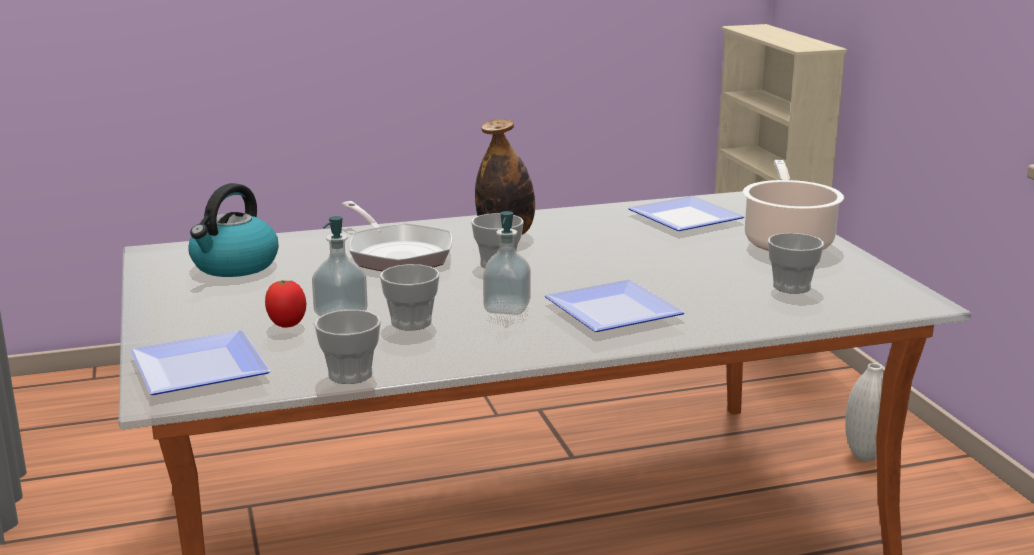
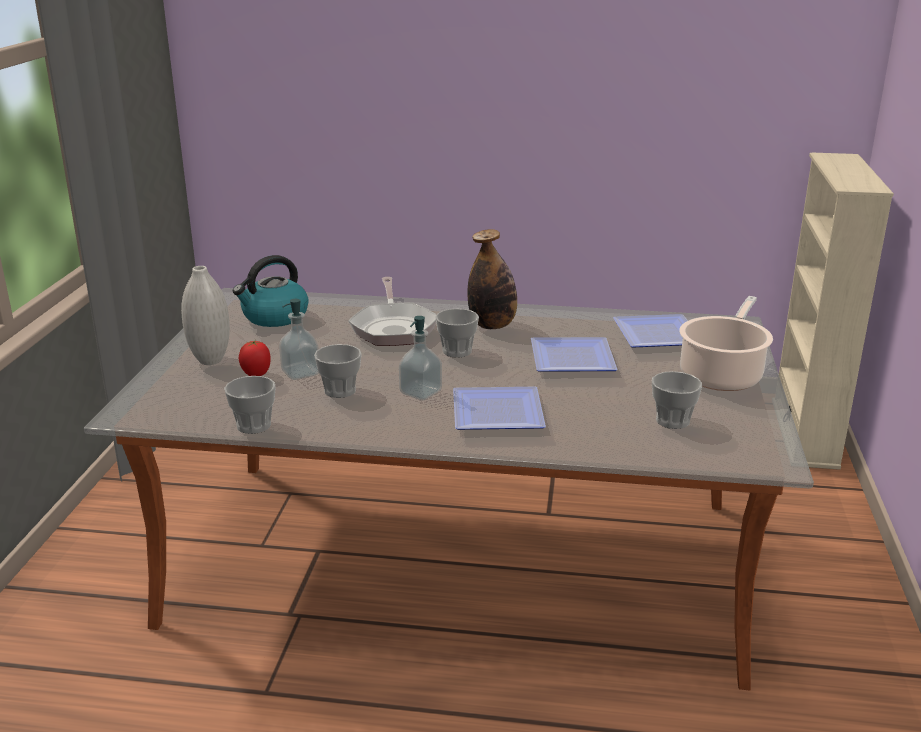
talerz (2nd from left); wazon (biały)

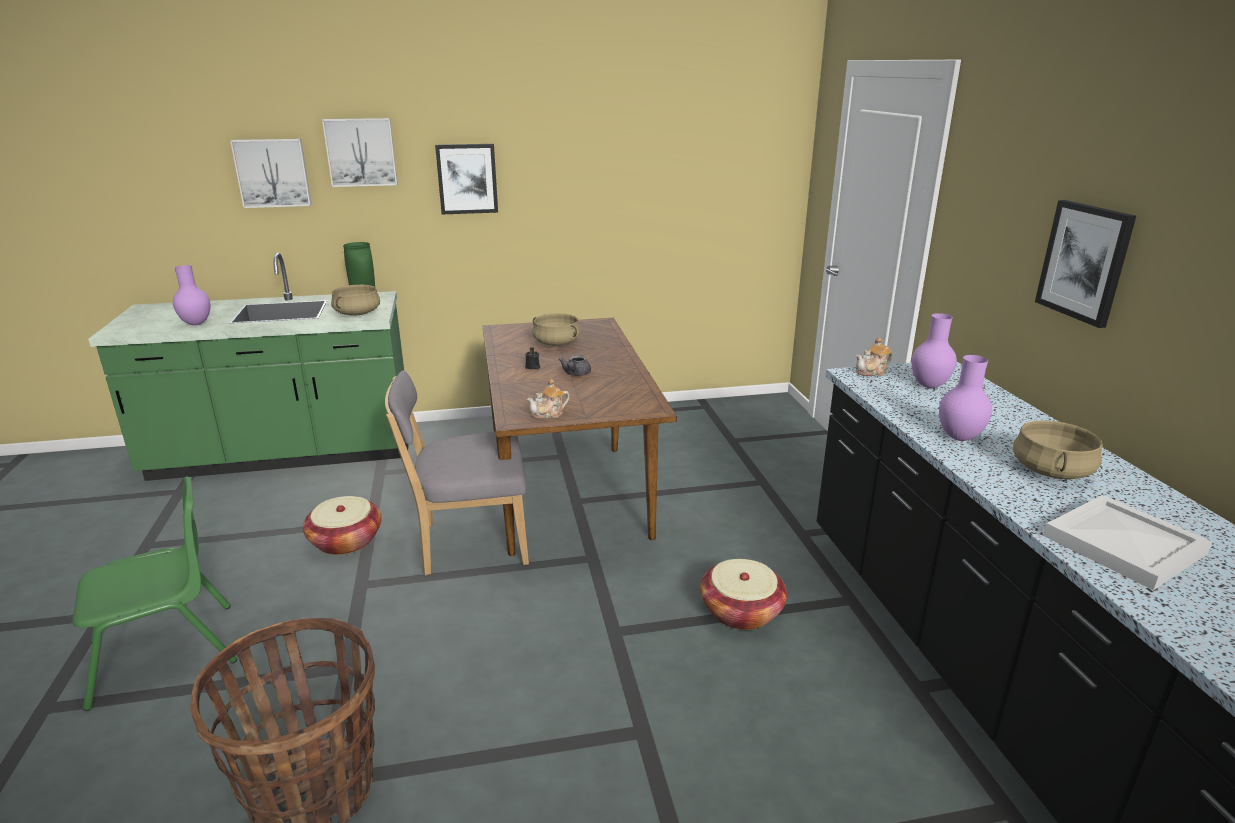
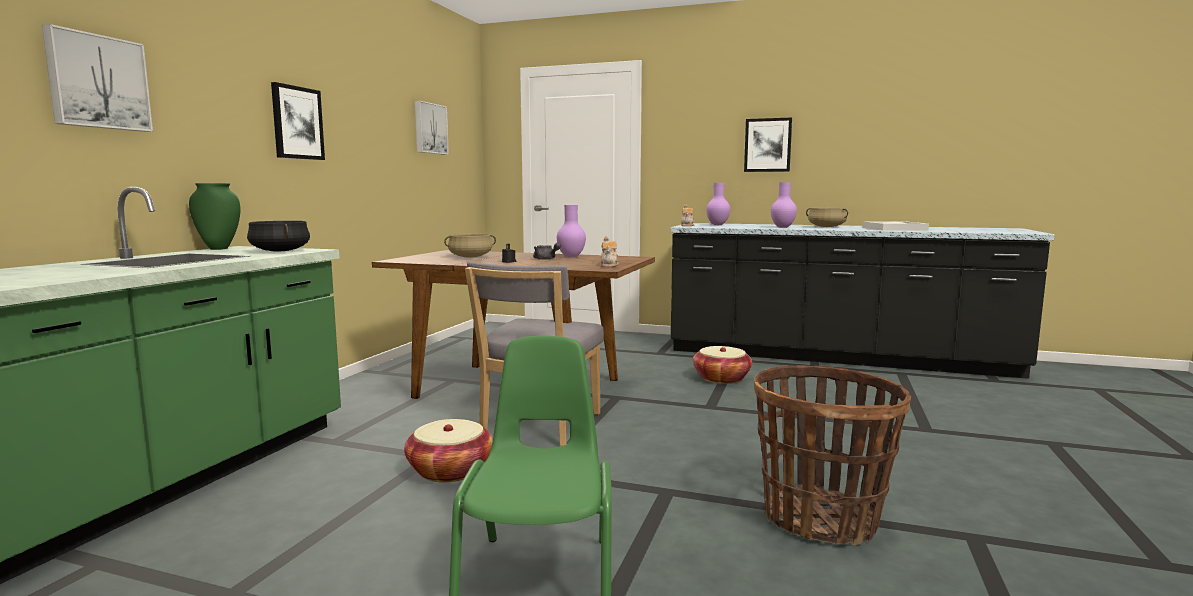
wazon (fioletowy) (1st from left); obraz (3rd from left); garnek (czarny)

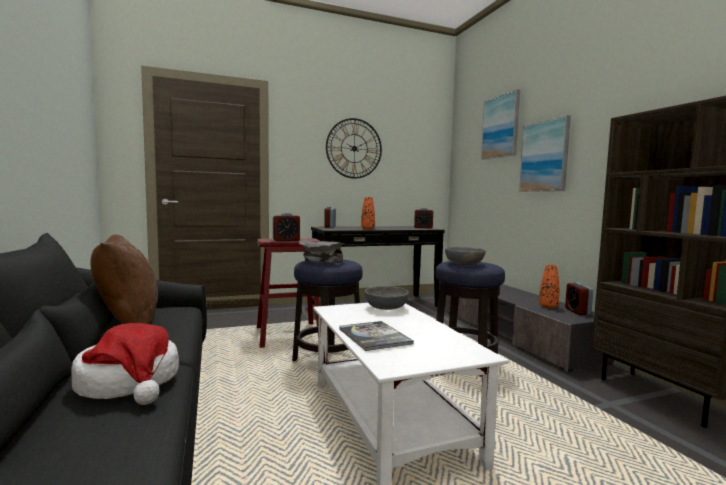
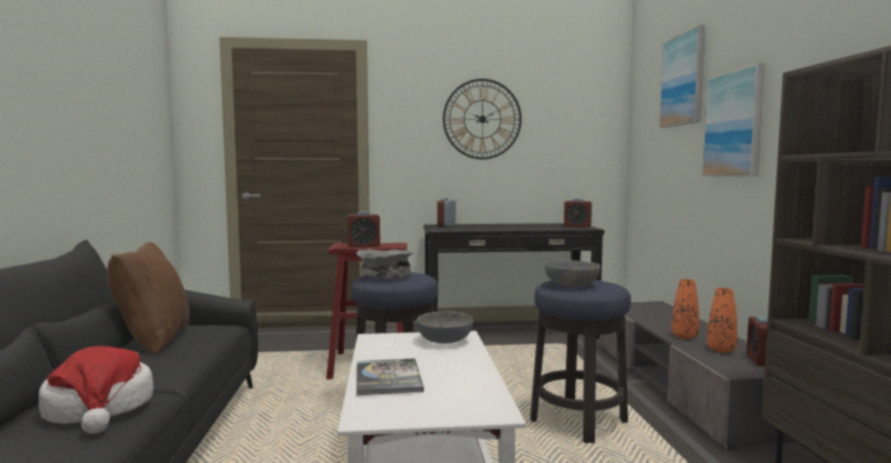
wazon (pomarańczowy) (1st from left)

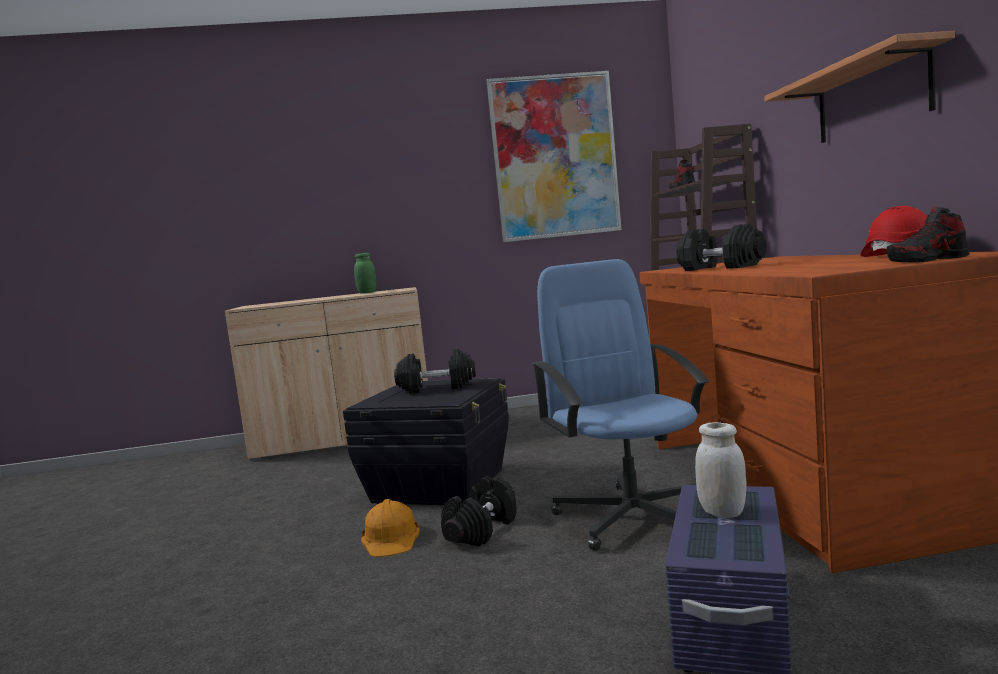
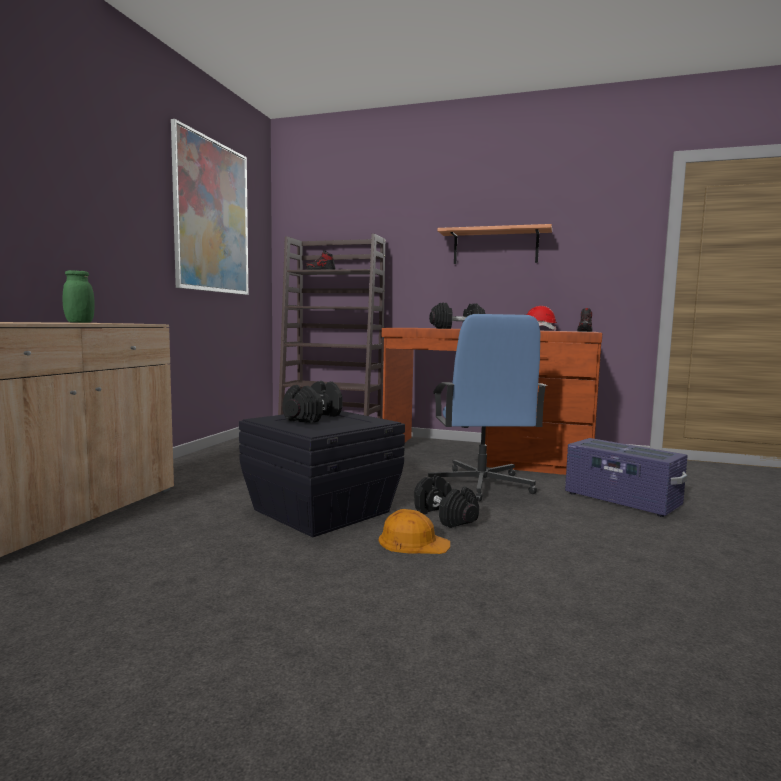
słoik (biały); krzesło biurowe (niebieski)

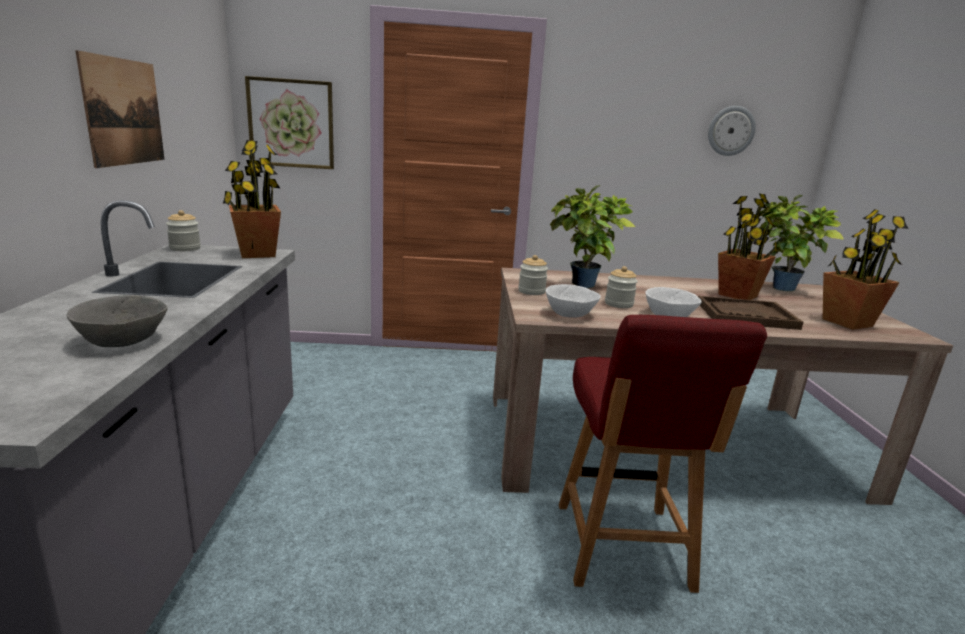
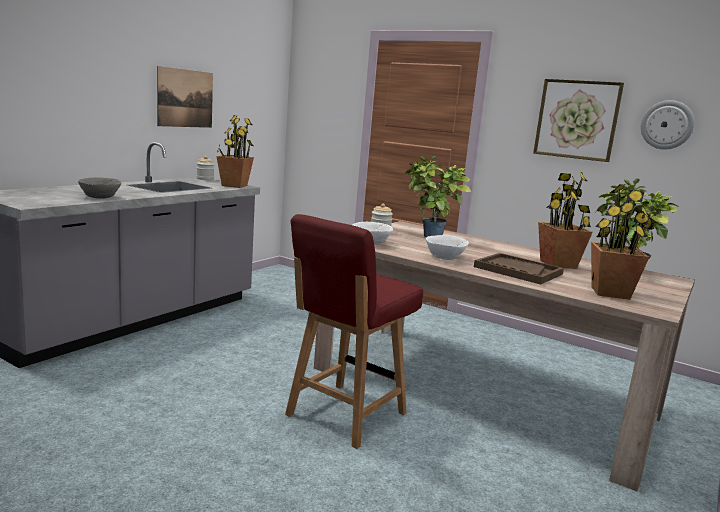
słoik (3rd from left in the first image); obraz (2nd from left)

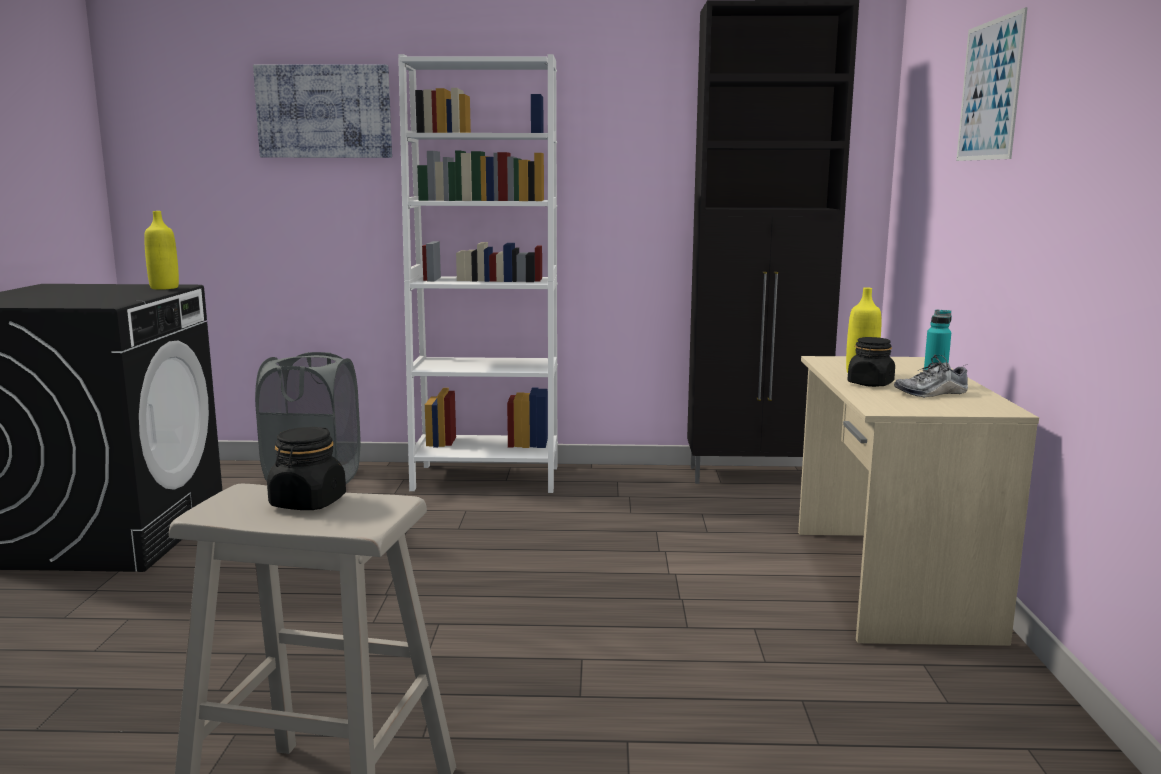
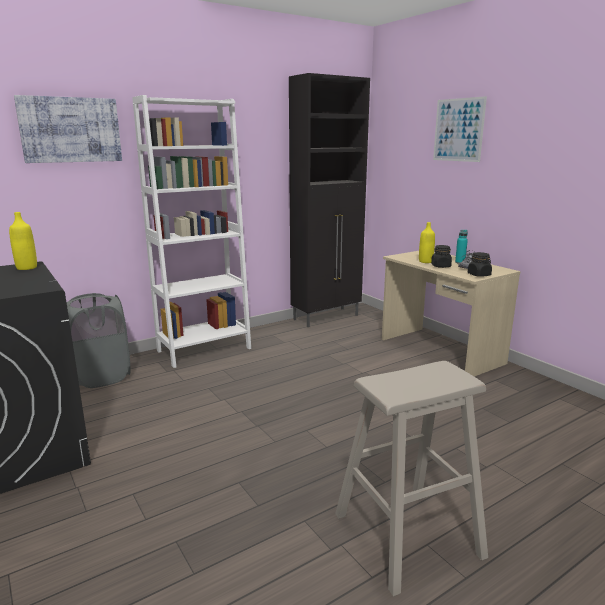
słoik (czarny) (2nd from left)

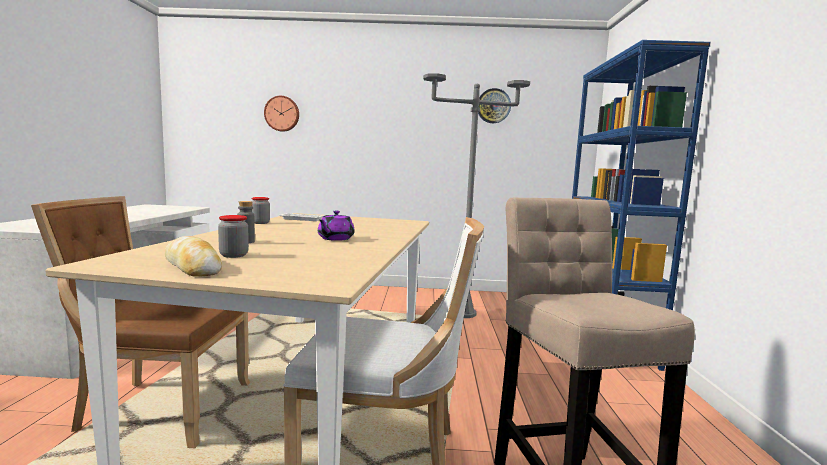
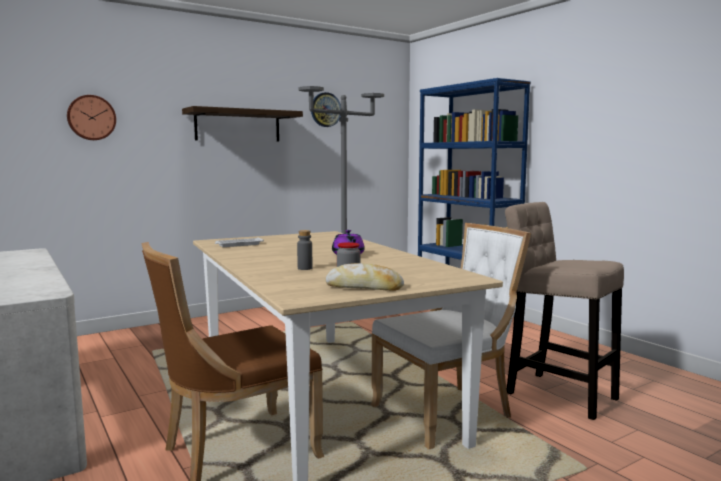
słoik (2nd from left in the first image); półka

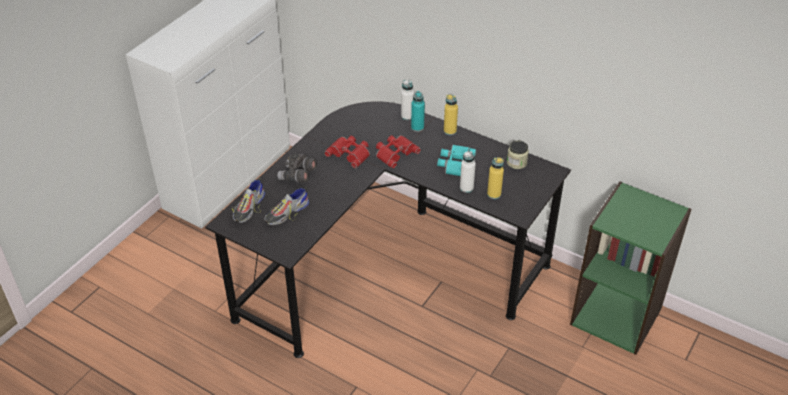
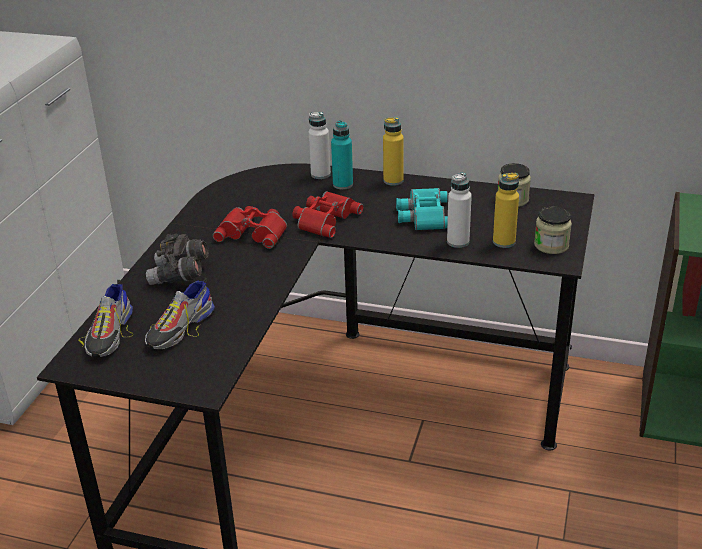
słoik (2nd from left)

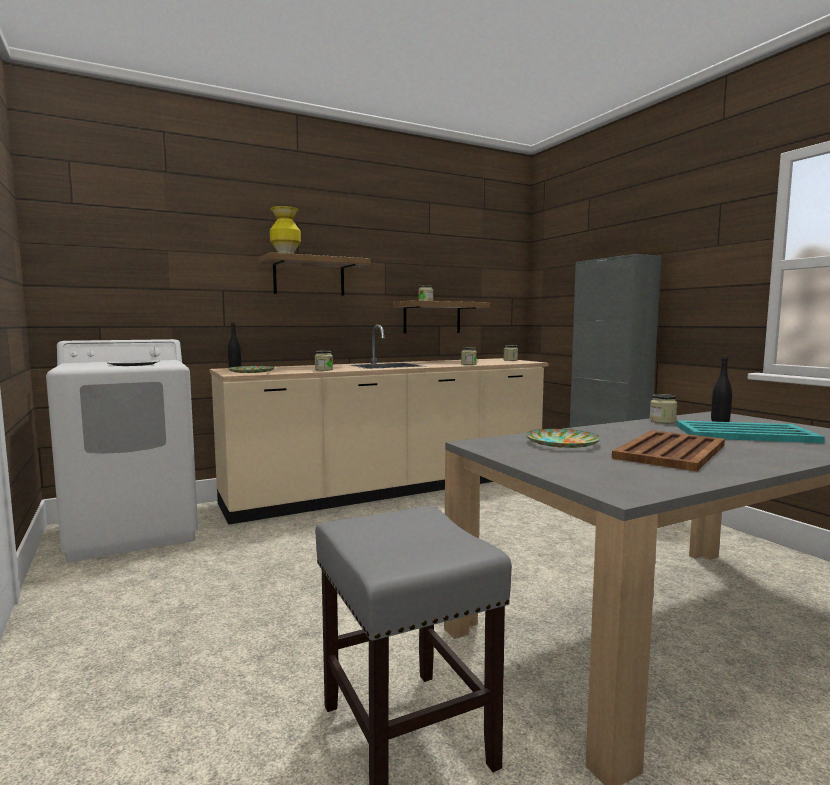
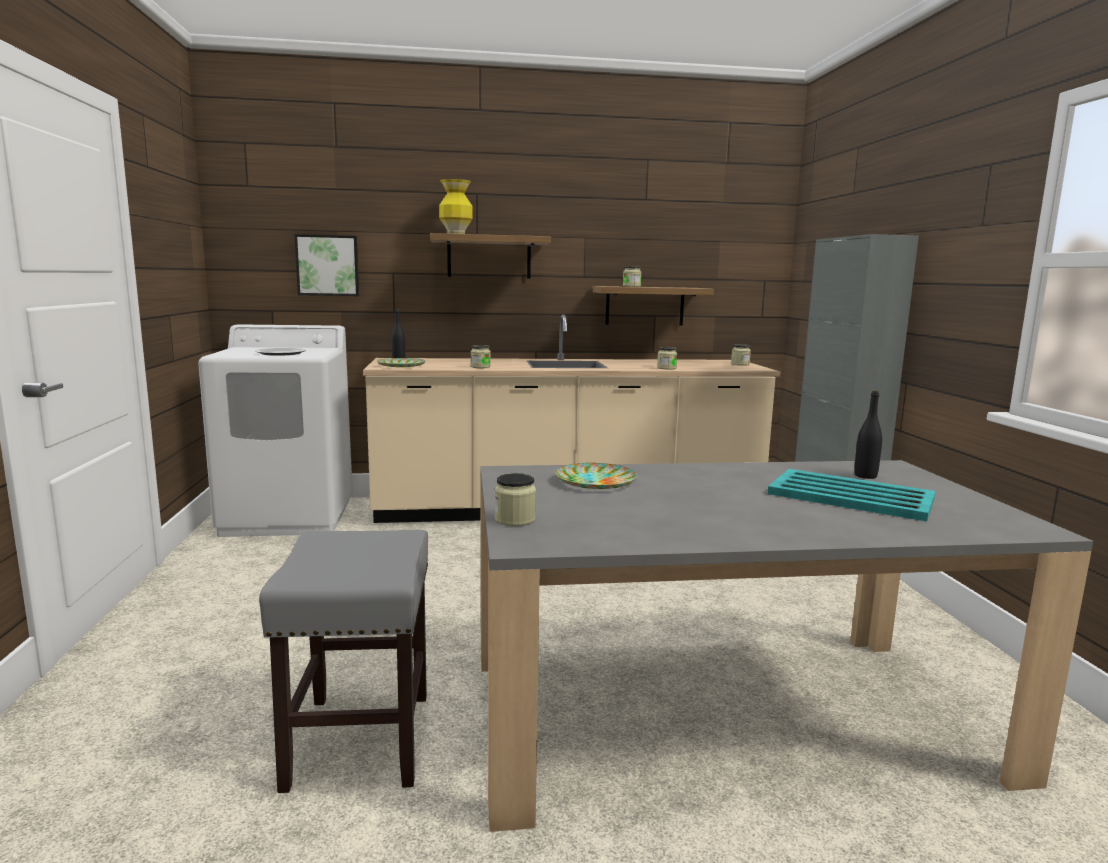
taca (brązowy); obraz; słoik (2nd from left)

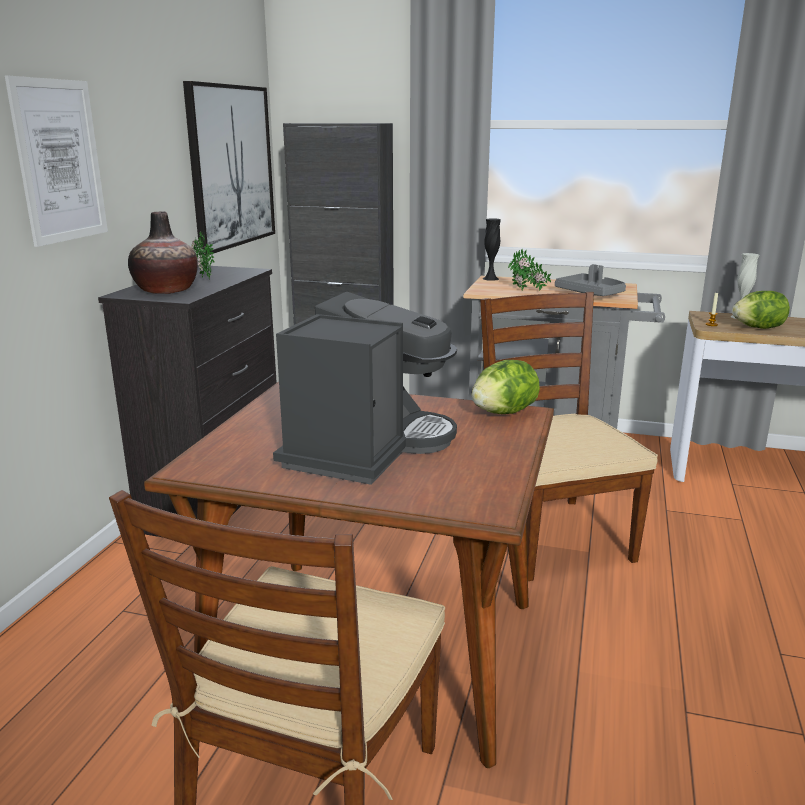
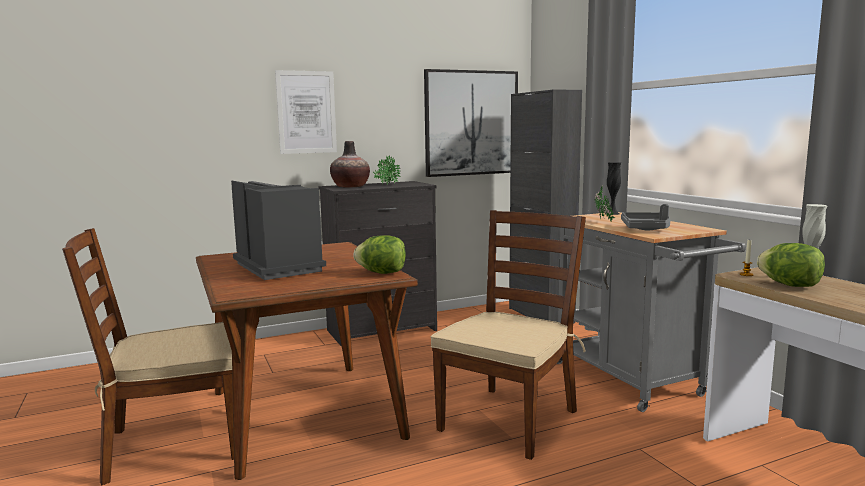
ekspres do kawy

